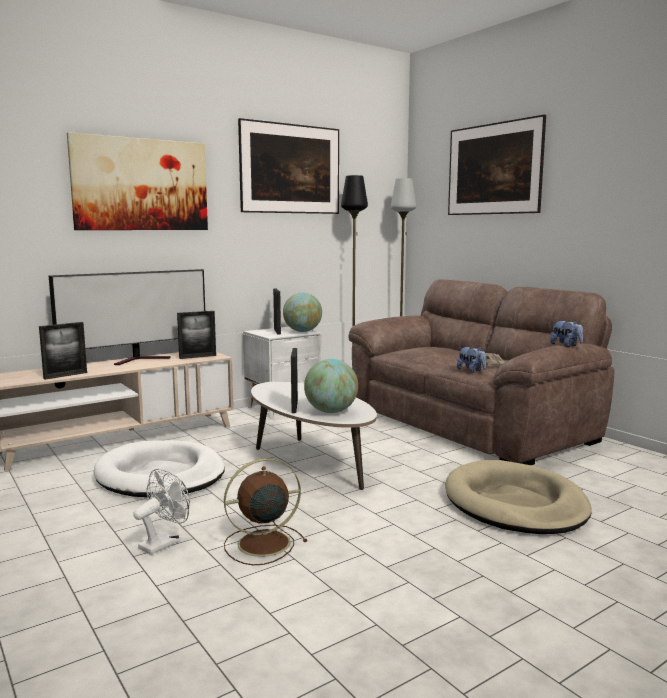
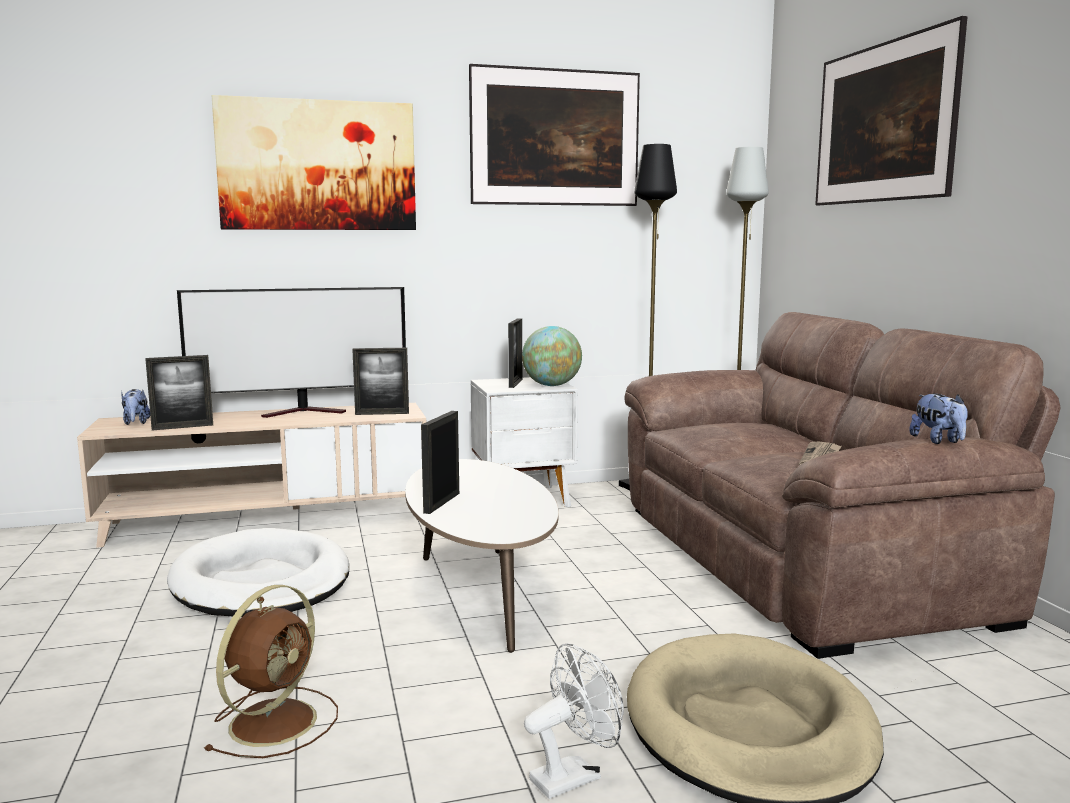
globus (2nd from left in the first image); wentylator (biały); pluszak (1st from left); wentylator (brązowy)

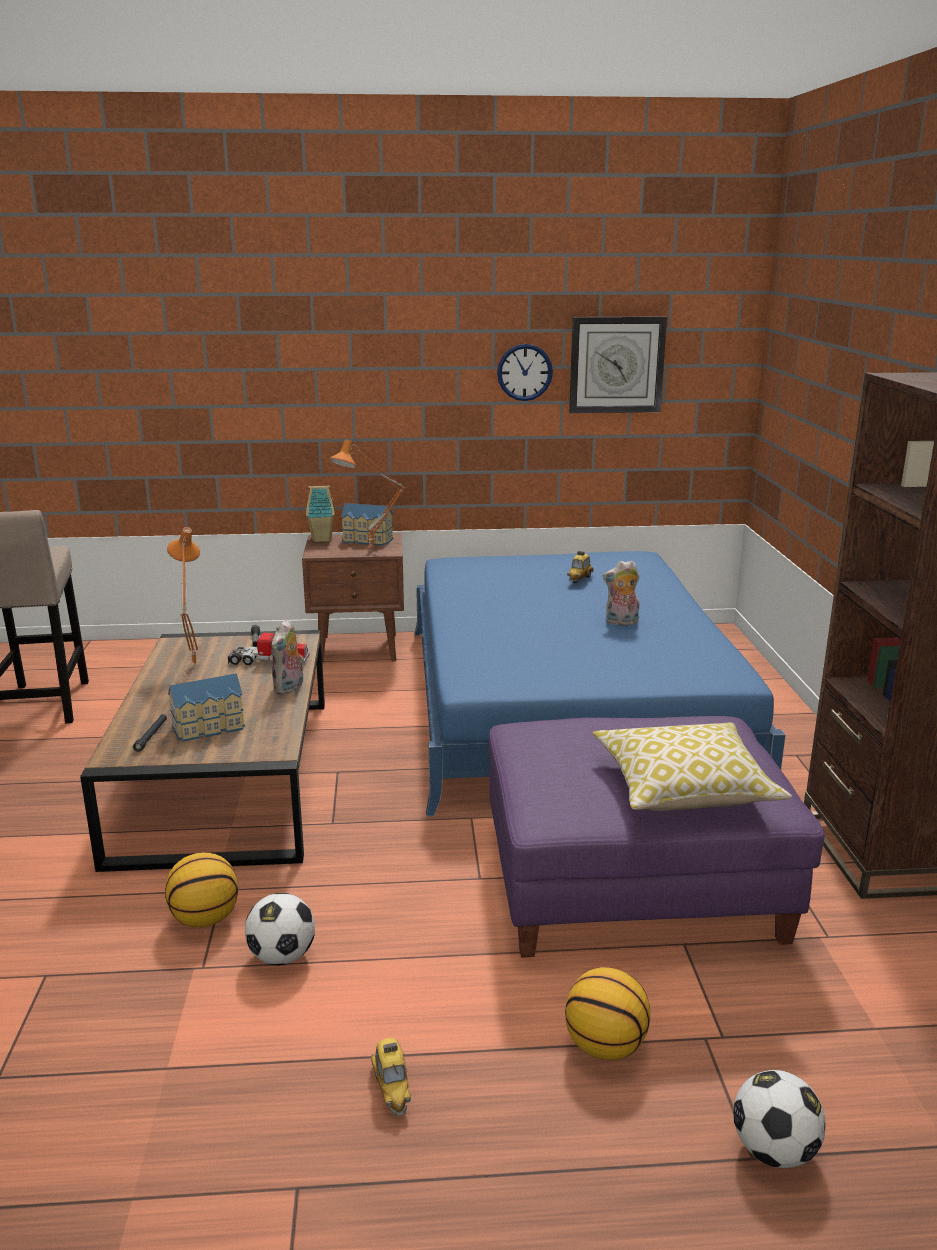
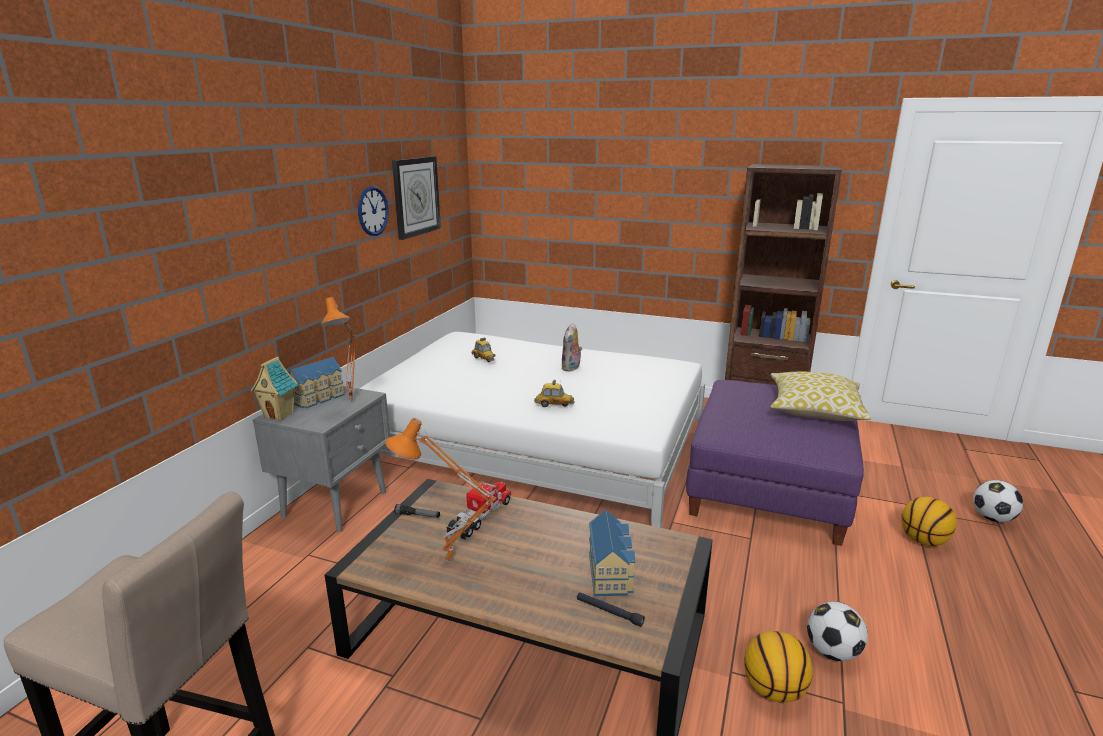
pluszak (1st from left in the first image); samochodzik (2nd from left); szafka nocna (szary); łóżko (biały)

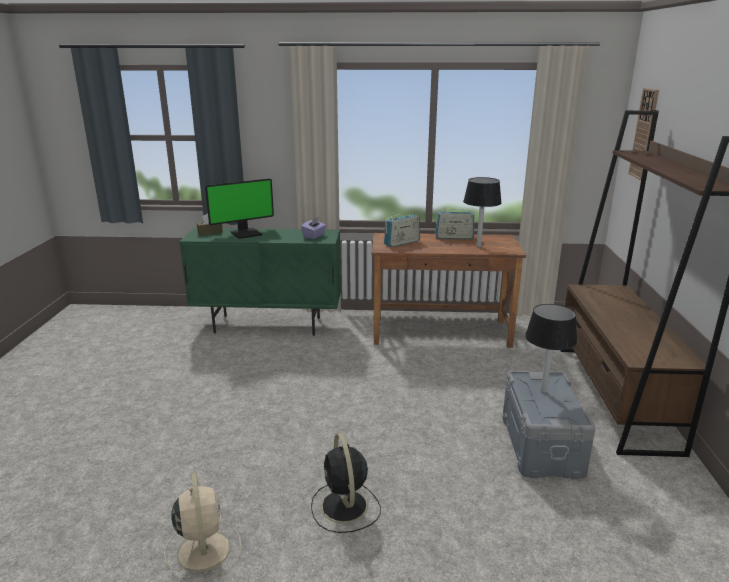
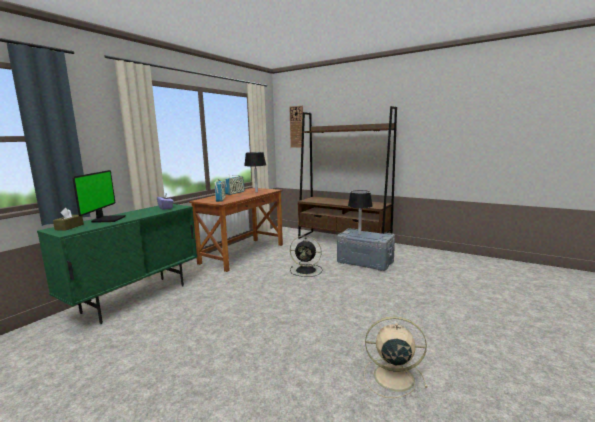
wentylator (czarny)

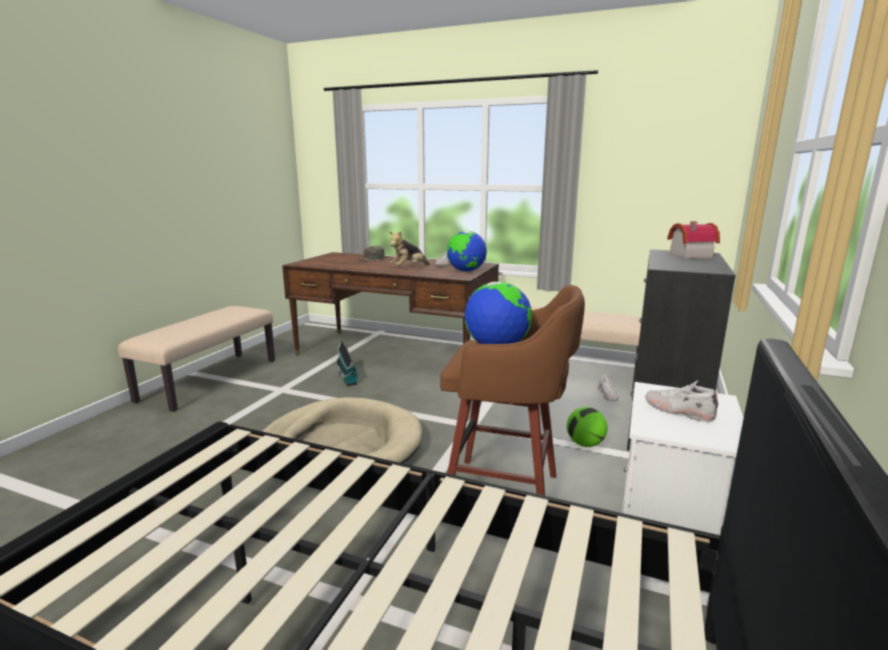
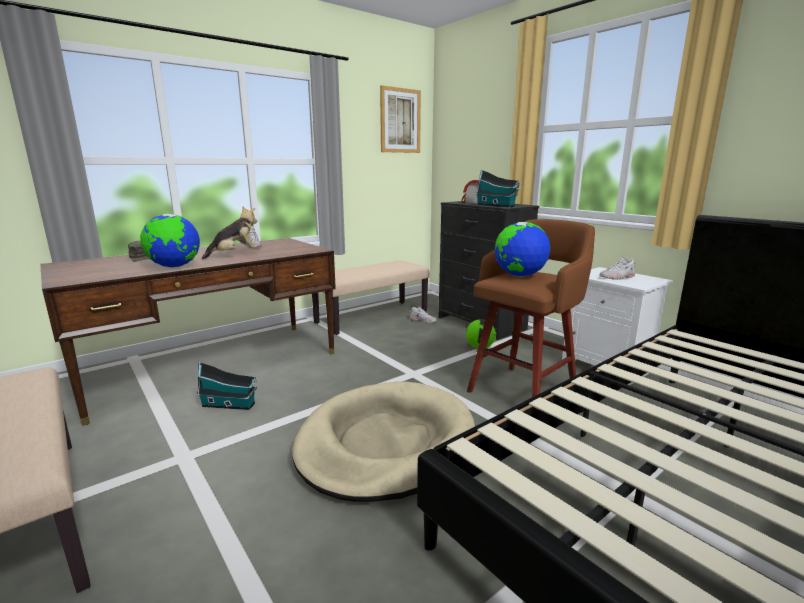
obraz; domek (3rd from left); globus (1st from left); pluszak

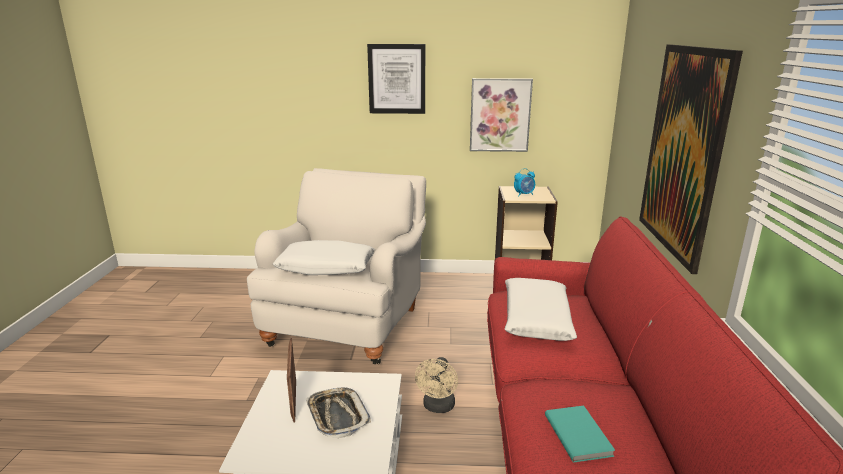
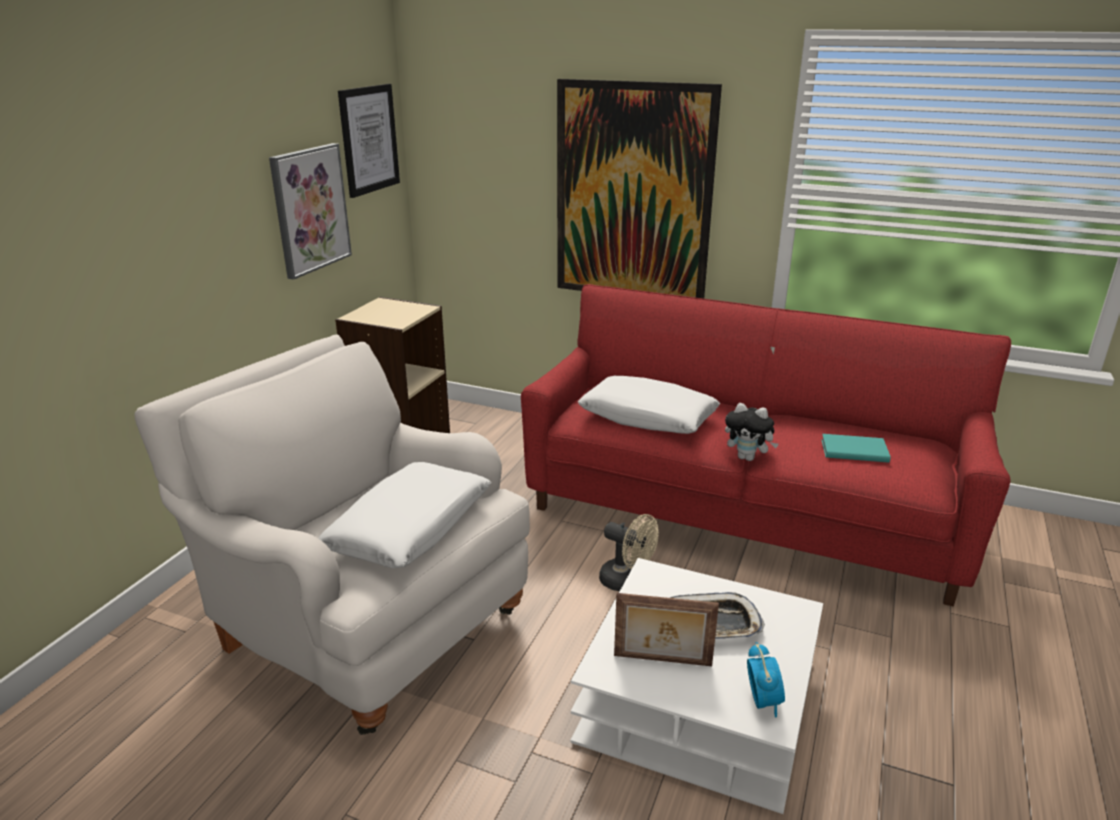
pluszak; obraz (2nd from left); budzik

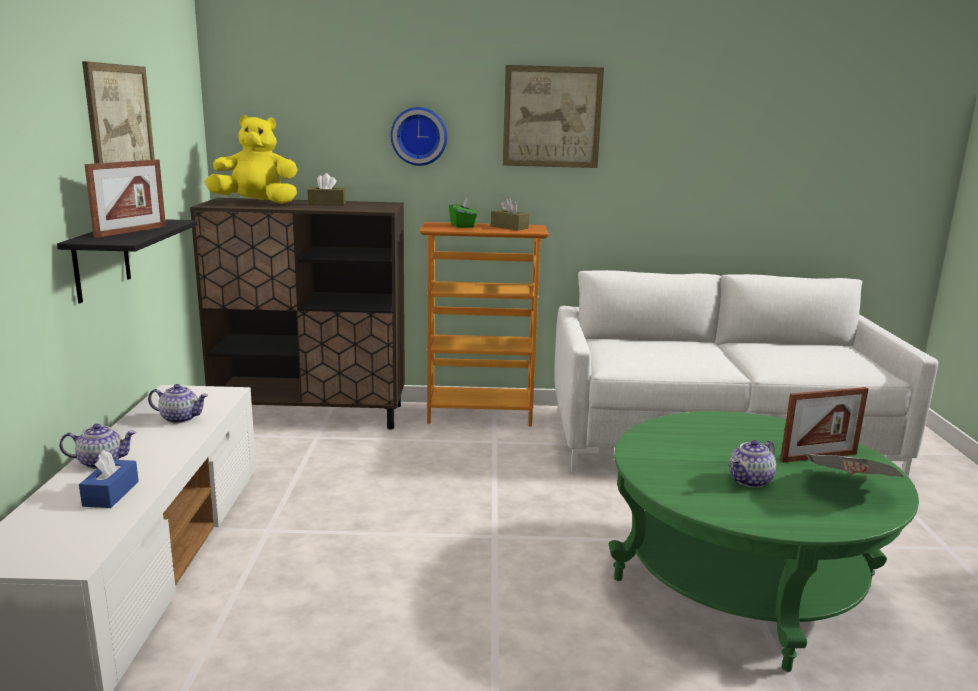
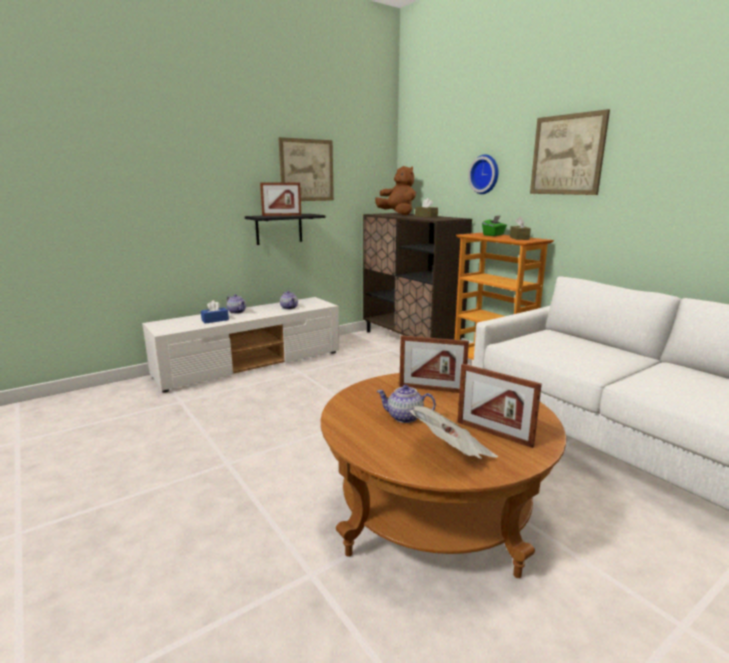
ramka na zdjęcie (2nd from left); pluszak (brązowy); ława (brązowy)

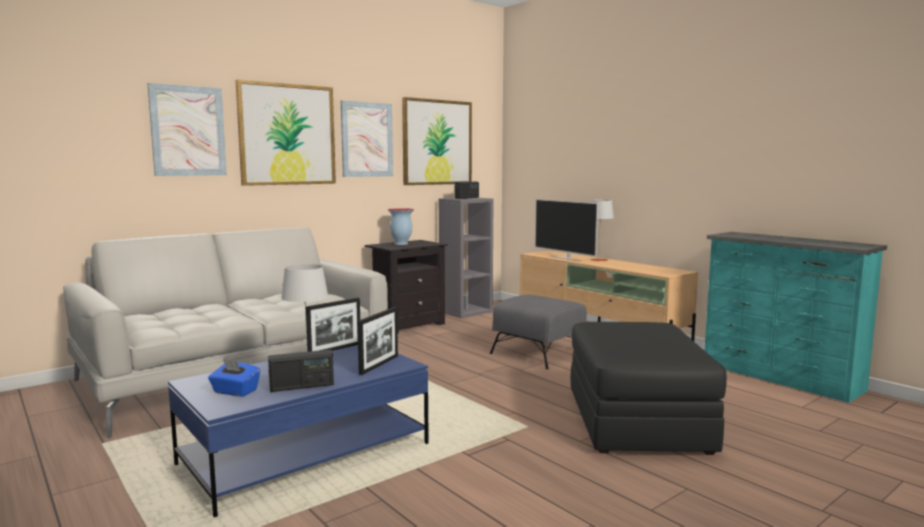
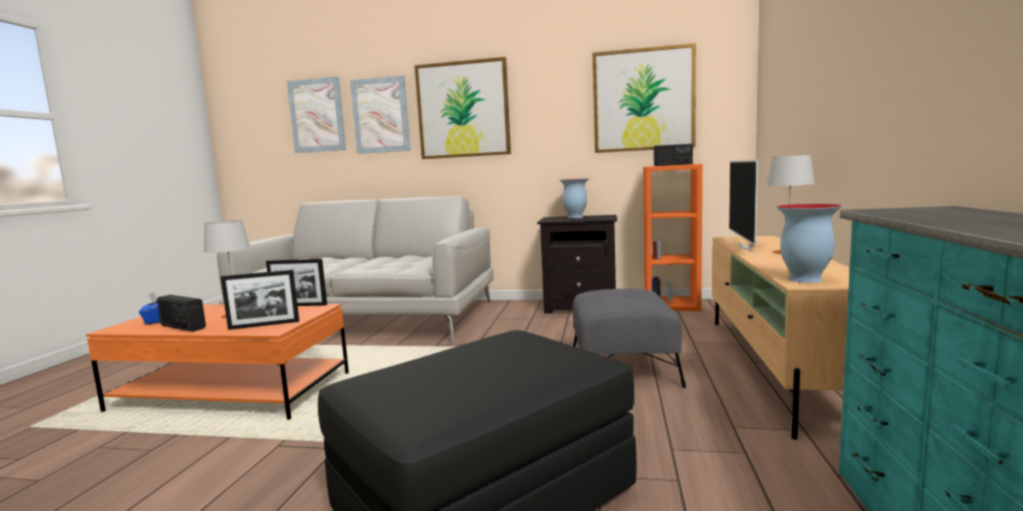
wazon (2nd from left); obraz (1st from left); ława (pomarańczowy); regał (pomarańczowy)

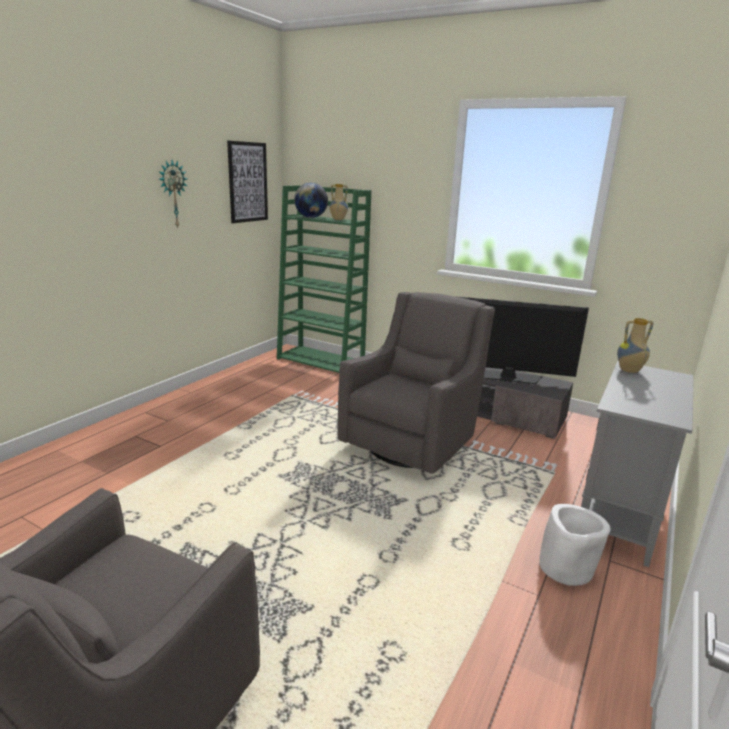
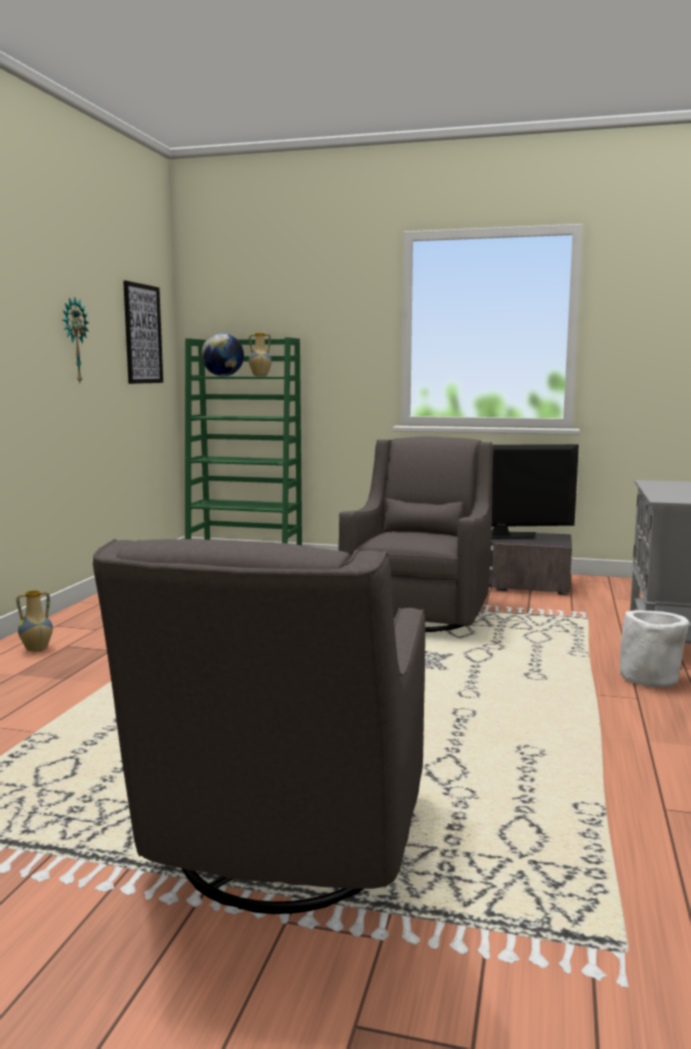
wazon (1st from left)

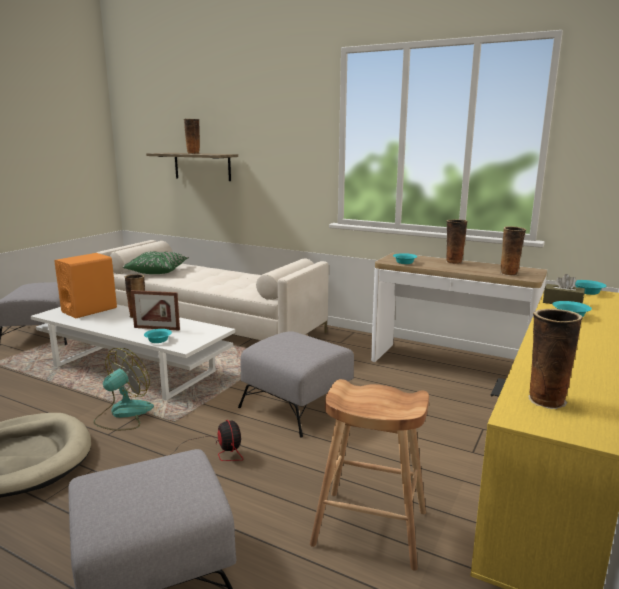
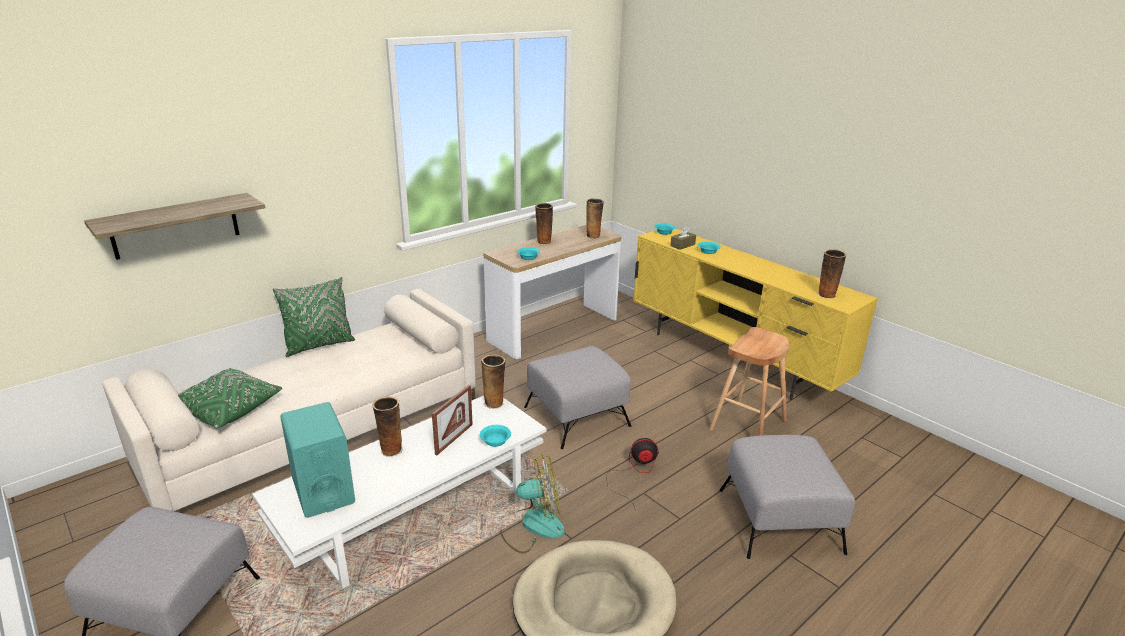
poduszka (zielony) (2nd from left); wazon (2nd from left); głośnik (turkusowy); wentylator (1st from left)

